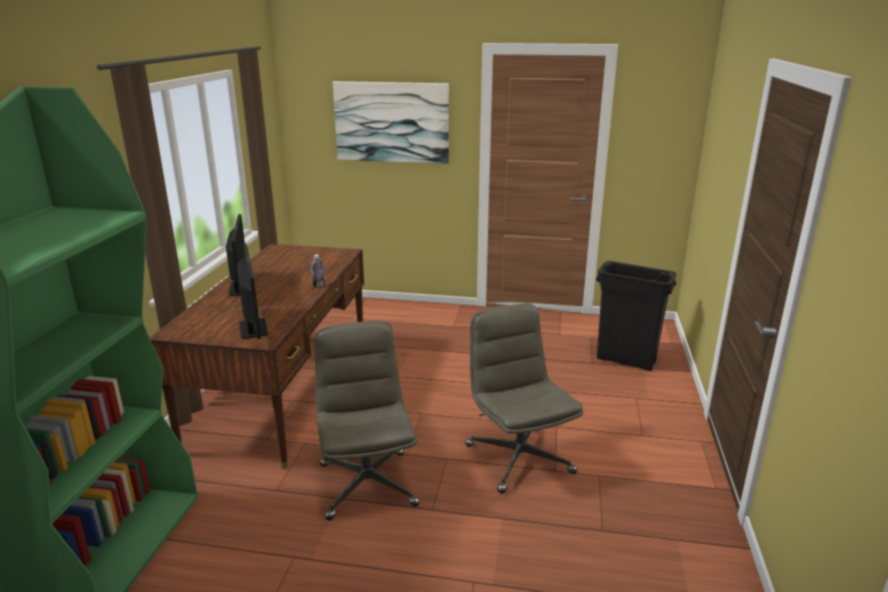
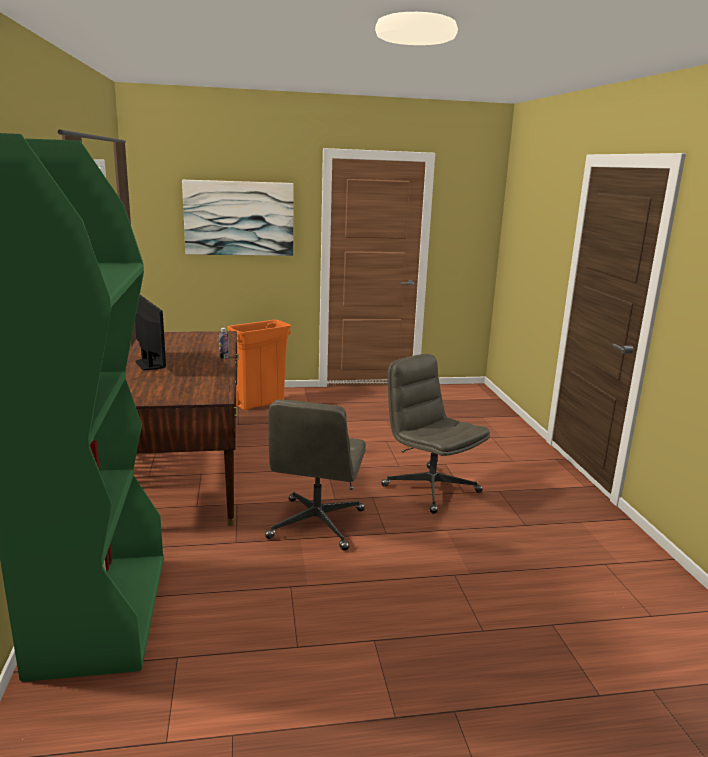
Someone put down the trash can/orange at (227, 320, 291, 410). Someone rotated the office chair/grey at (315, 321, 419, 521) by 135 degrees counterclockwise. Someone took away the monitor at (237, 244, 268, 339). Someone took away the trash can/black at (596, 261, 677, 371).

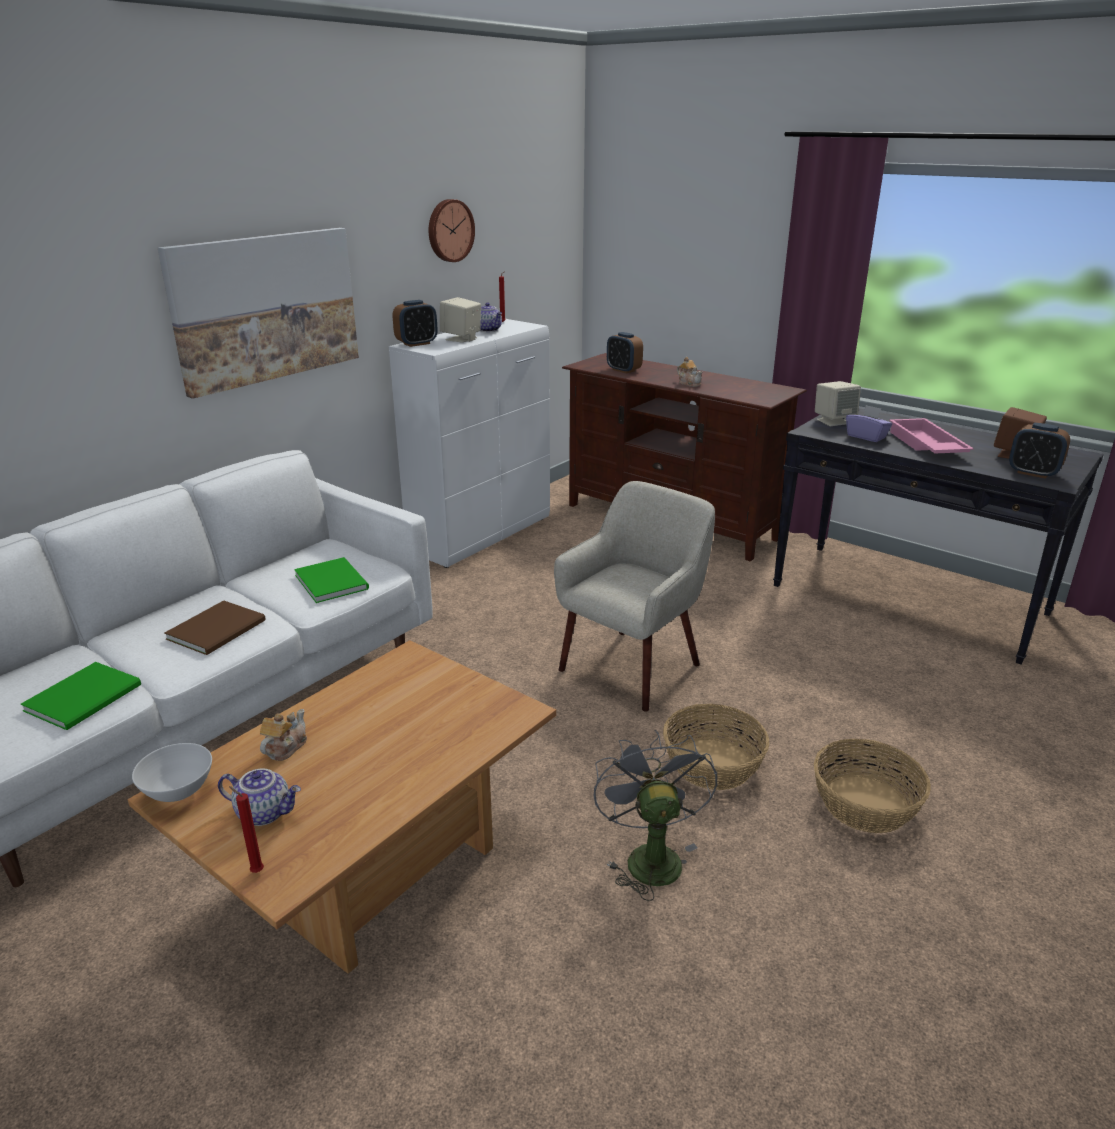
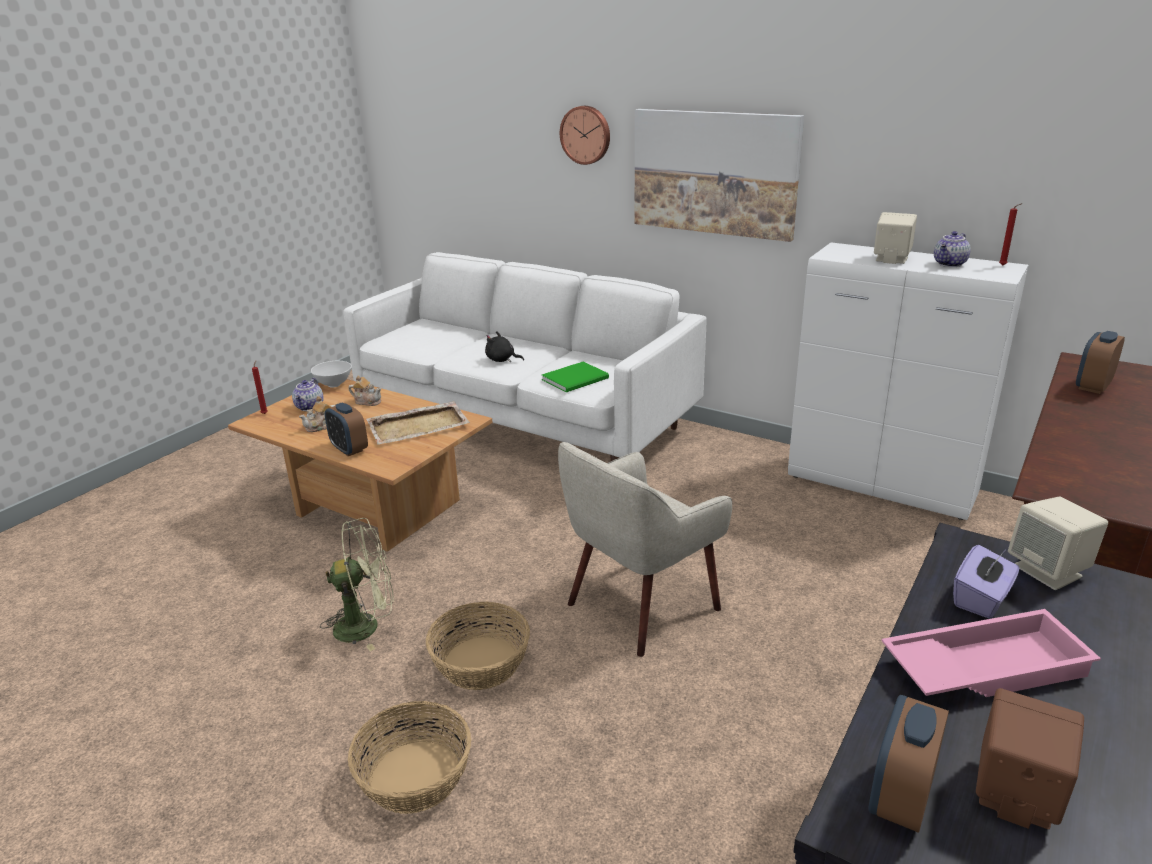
Someone carried the teapot from (677, 357, 703, 387) to (299, 396, 335, 432). Someone repainted the fan/grey at (593, 730, 717, 901), which became the fan/green at (320, 518, 394, 651). Someone carried the alarm clock from (393, 300, 438, 347) to (325, 403, 368, 456). Someone put down the tray/beige at (366, 401, 470, 445). Someone swapped the book/brown at (165, 600, 266, 655) for the plush toy/black at (485, 331, 524, 362). Someone rotated the armchair/beige at (554, 481, 715, 712) by 105 degrees clockwise. Someone carried the wall clock from (429, 199, 475, 262) to (560, 106, 610, 165). Someone took away the book/green at (21, 662, 141, 730).

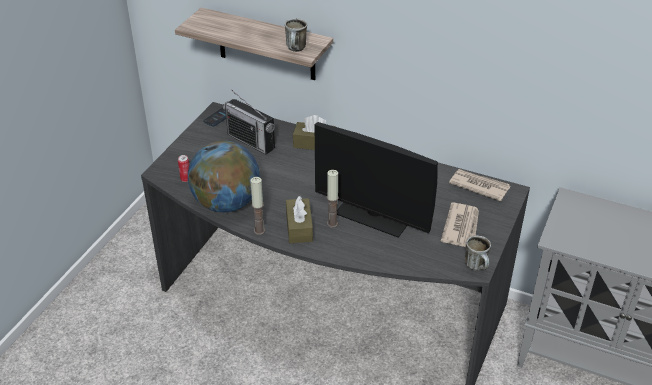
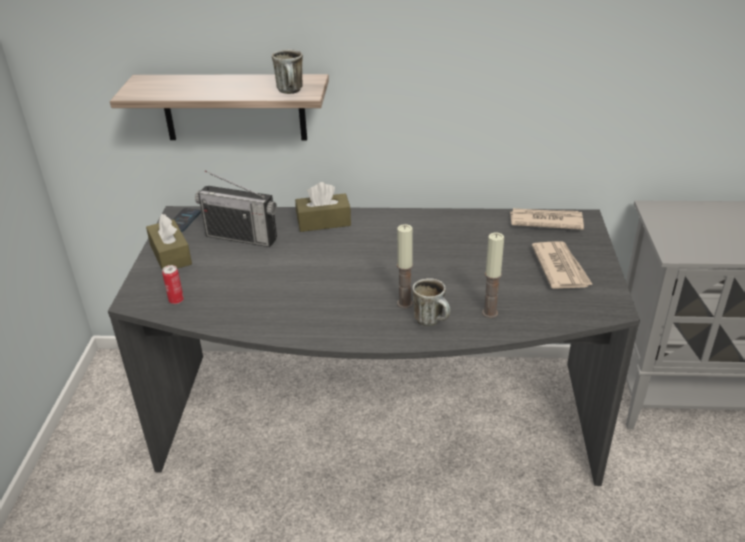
Someone carried the tissue box/brown from (286, 196, 313, 243) to (146, 214, 192, 269). Someone carried the mug from (465, 235, 491, 271) to (413, 278, 450, 326). Someone carried the candle from (250, 177, 265, 235) to (482, 232, 504, 318). Someone took away the globe at (188, 140, 260, 212). Someone took away the monitor at (315, 122, 438, 238).

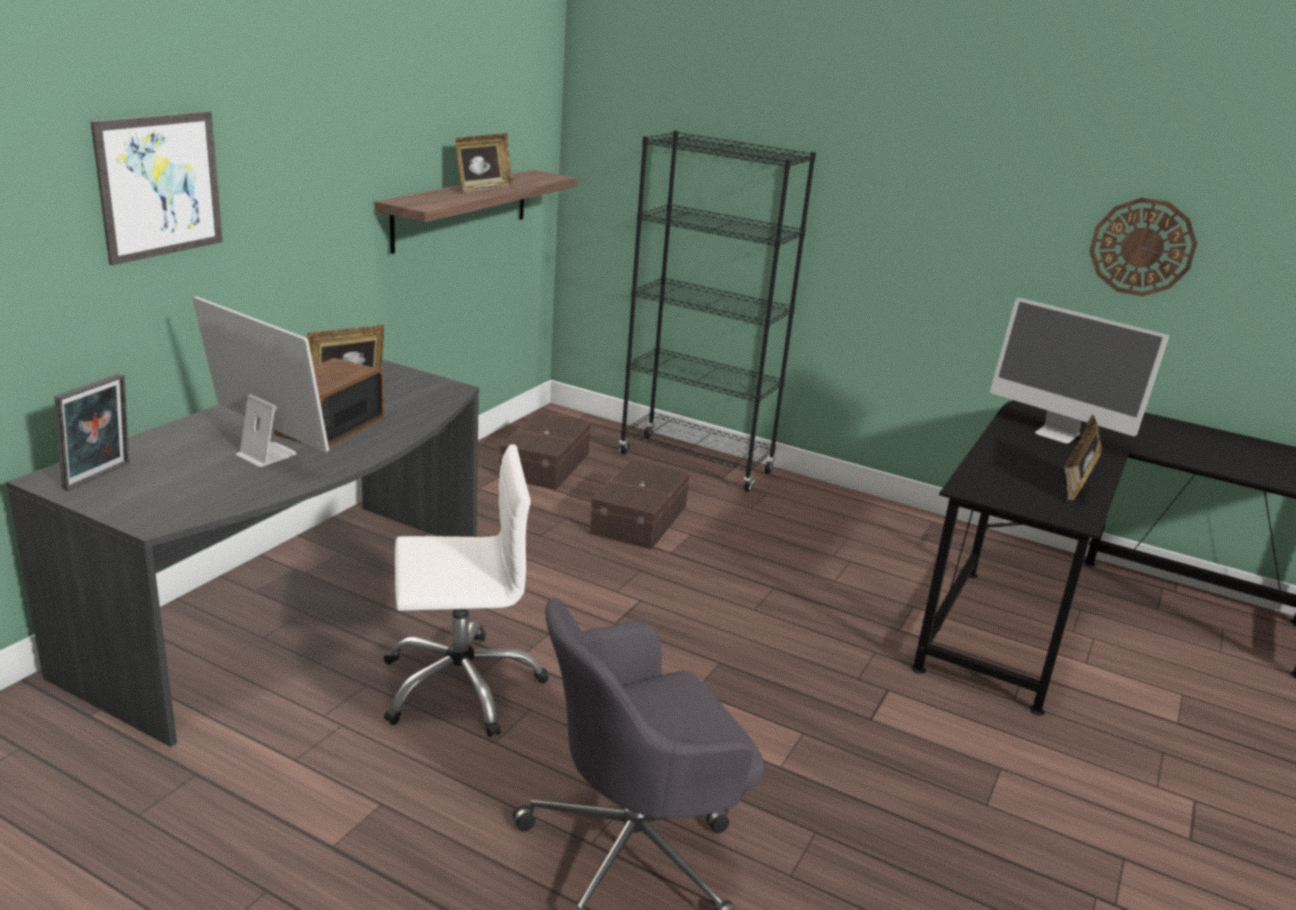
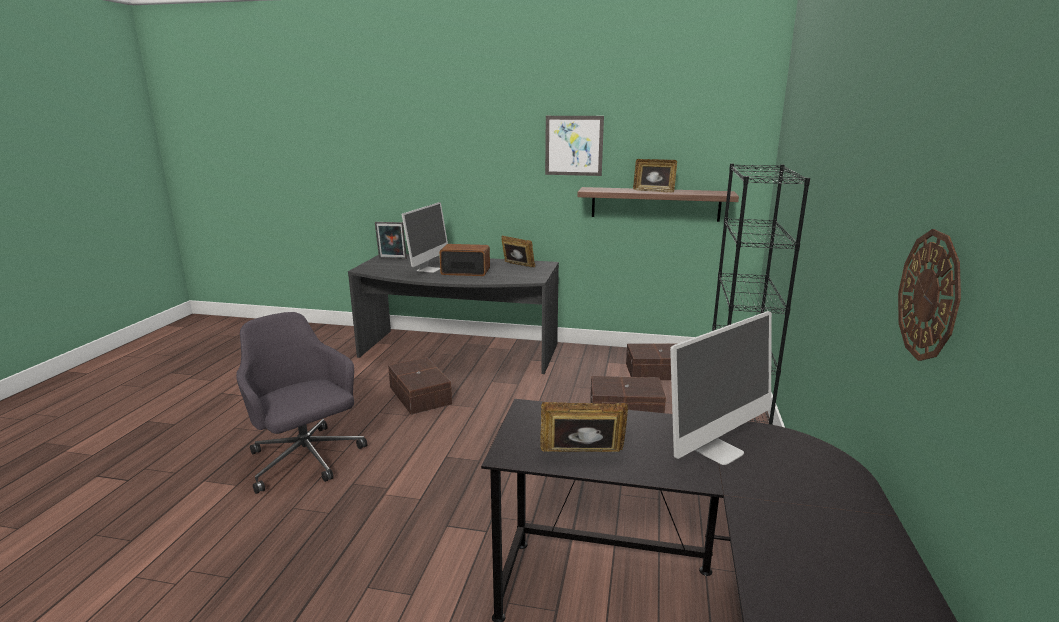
Someone swapped the office chair/white at (384, 444, 549, 737) for the storage box/brown at (388, 357, 452, 415). Someone carried the picture from (90, 111, 223, 265) to (545, 116, 604, 176). Someone rotated the monitor at (990, 298, 1169, 443) by 150 degrees counterclockwise.

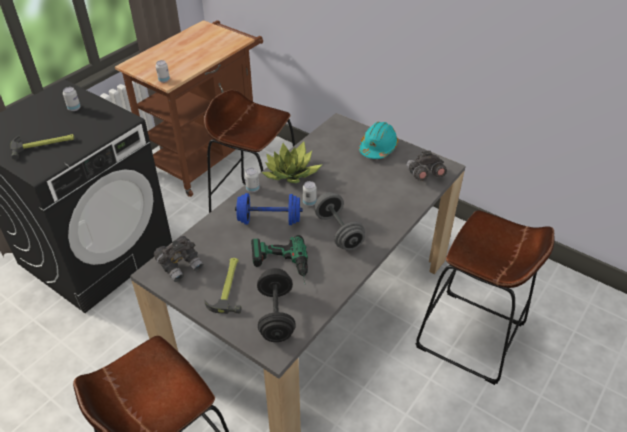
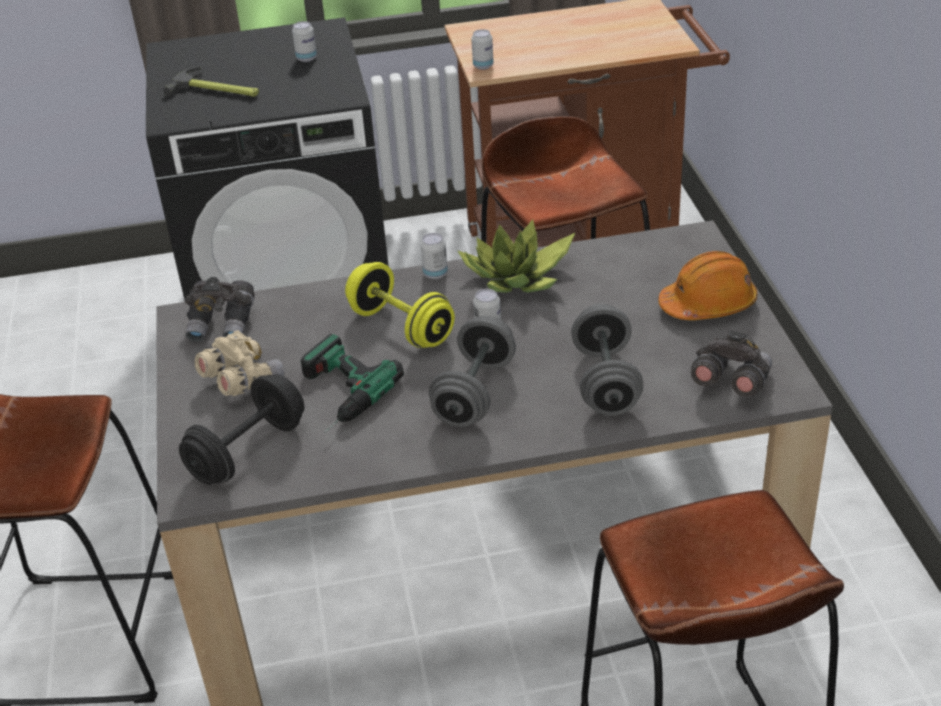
Someone swapped the hammer at (204, 258, 241, 314) for the binoculars/beige at (195, 330, 284, 396). Someone repainted the dumbbell/blue at (235, 193, 303, 225), which became the dumbbell/yellow at (345, 262, 455, 348). Someone put down the dumbbell/grey at (571, 304, 644, 416). Someone repainted the hard hat/turquoise at (359, 122, 398, 159), which became the hard hat/orange at (658, 251, 757, 320).

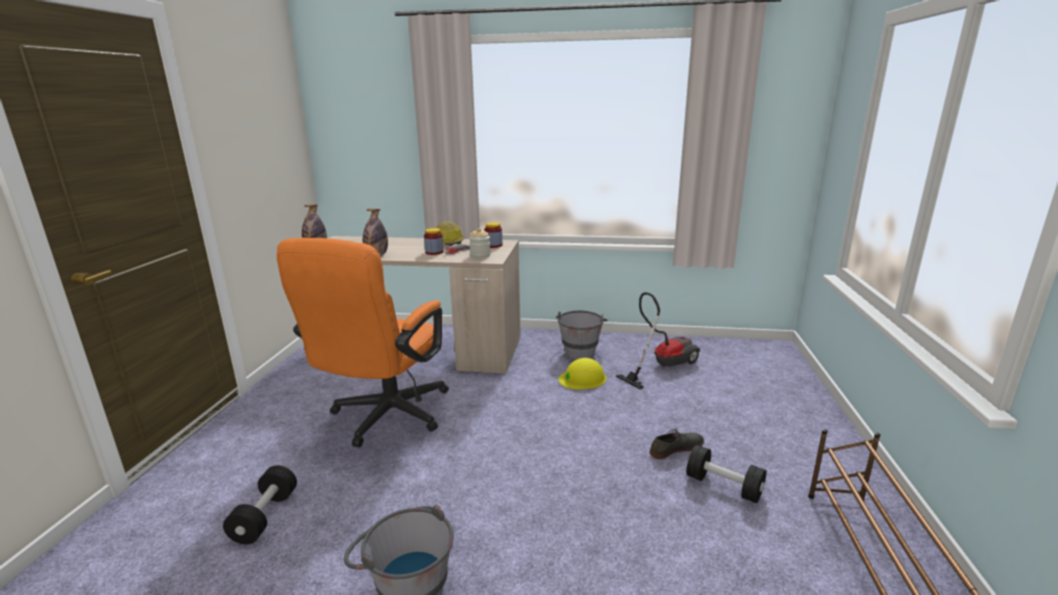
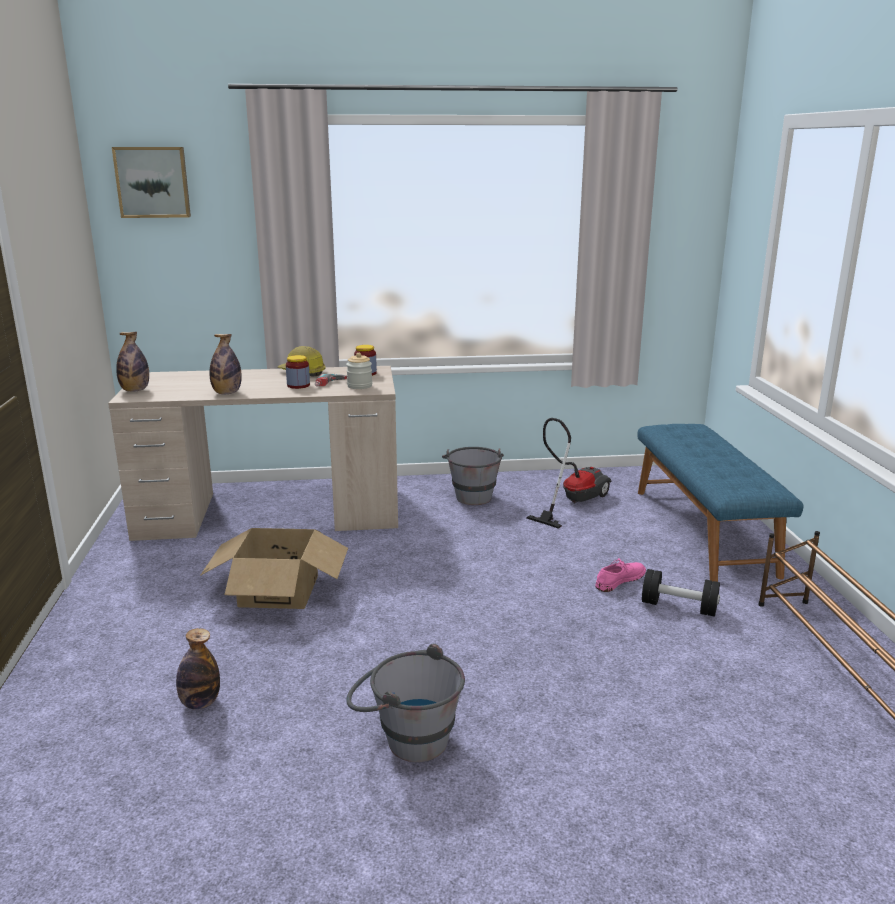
Someone put up the picture at (112, 147, 191, 218). Someone swapped the dumbbell/black at (223, 465, 297, 544) for the bottle at (176, 628, 220, 710). Someone swapped the office chair/orange at (277, 238, 449, 447) for the cardboard box at (200, 528, 348, 609). Someone repainted the shoe/grey at (650, 428, 704, 459), which became the shoe/pink at (595, 558, 646, 592). Someone put down the bench/blue at (638, 424, 803, 582). Someone took away the hard hat/yellow at (558, 358, 606, 390).

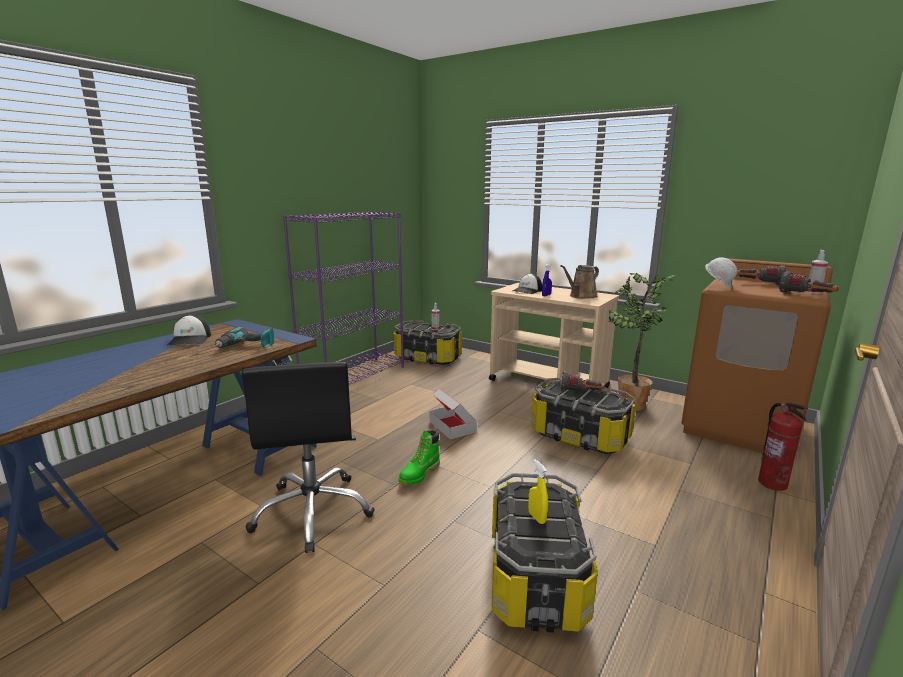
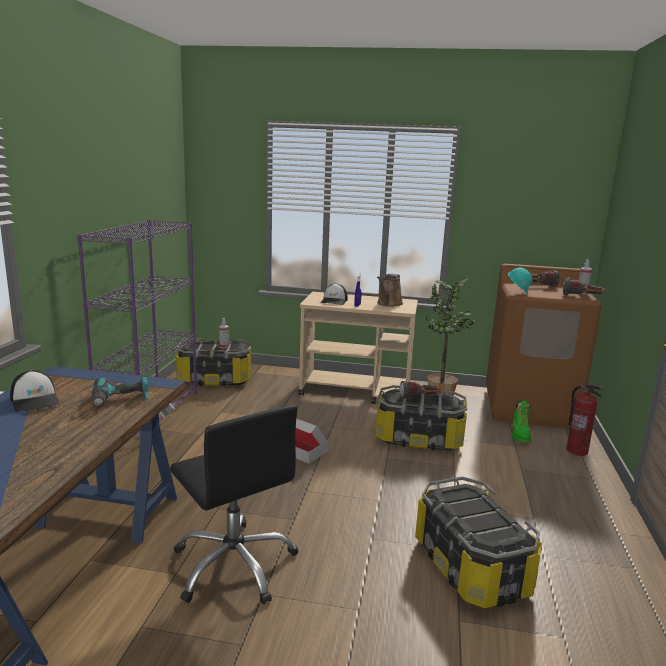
Someone repainted the hard hat/white at (705, 257, 737, 290), which became the hard hat/turquoise at (508, 268, 532, 295). Someone carried the boot/green from (398, 430, 440, 484) to (512, 400, 531, 443). Someone took away the spray bottle/yellow at (528, 459, 548, 524).

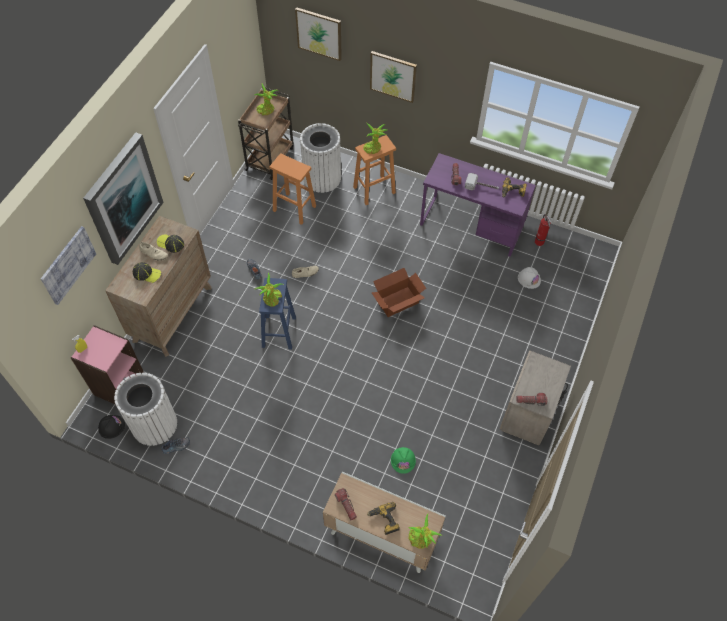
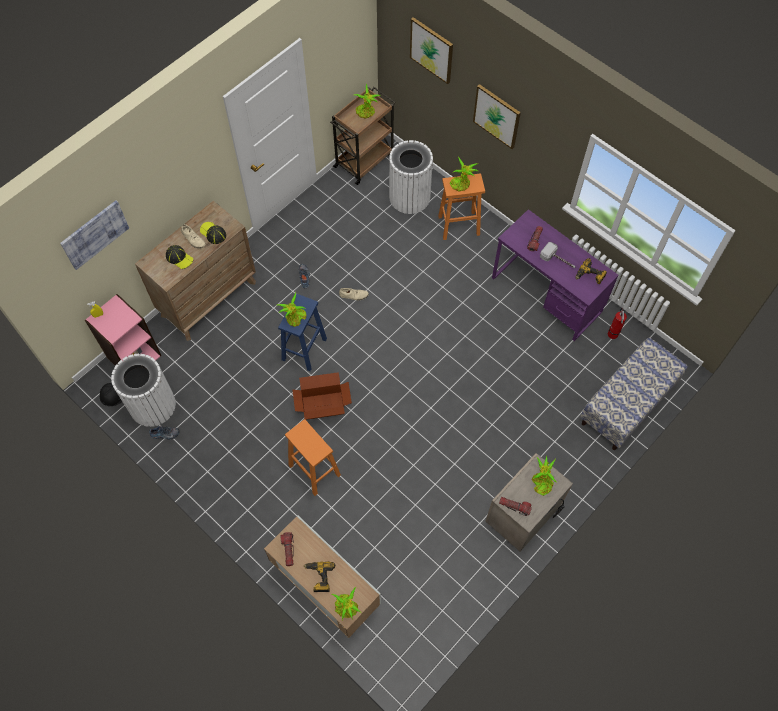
Someone carried the stool/orange from (270, 153, 316, 225) to (285, 419, 341, 496). Someone carried the cardboard box from (371, 268, 426, 317) to (293, 372, 352, 420). Someone put down the potted plant at (532, 455, 557, 496). Someone put down the bench at (580, 337, 688, 450). Someone took away the picture at (83, 132, 164, 265). Someone took away the hard hat/green at (391, 447, 416, 474). Someone took away the hard hat/white at (518, 267, 541, 289).

